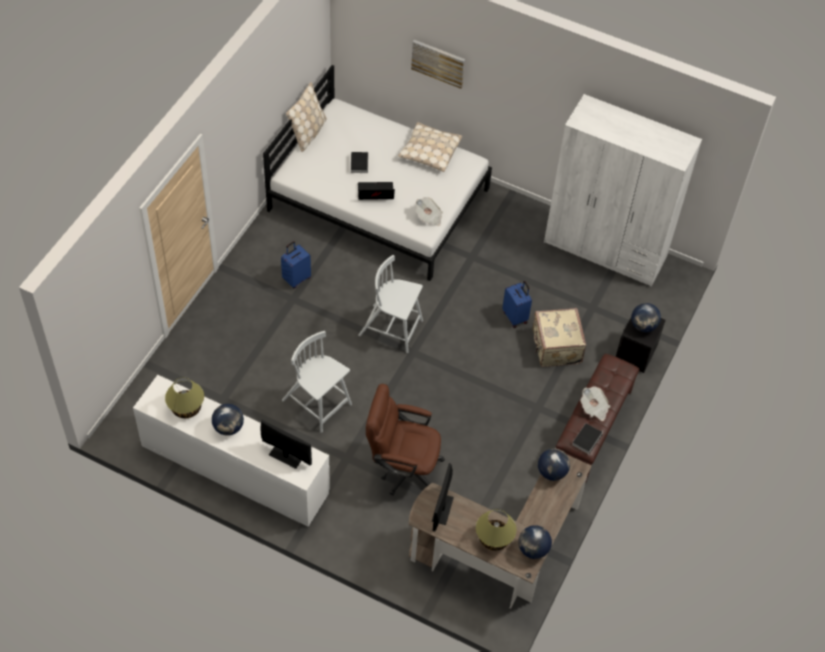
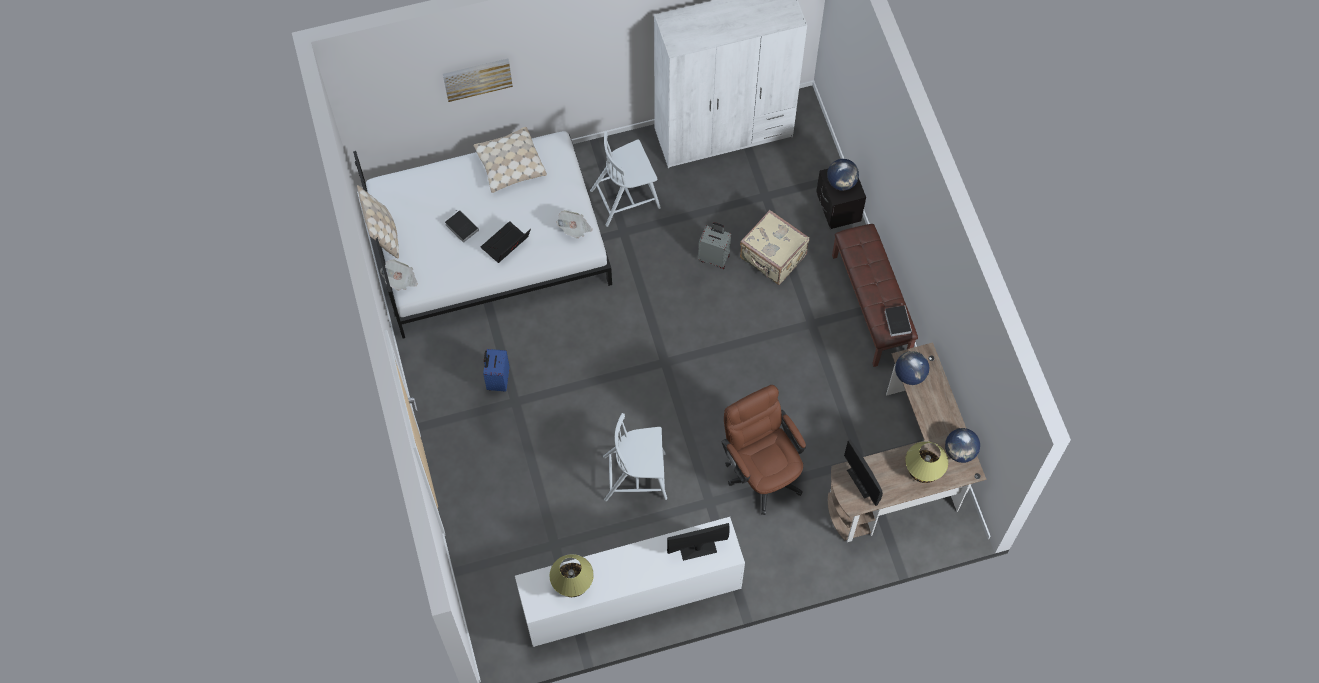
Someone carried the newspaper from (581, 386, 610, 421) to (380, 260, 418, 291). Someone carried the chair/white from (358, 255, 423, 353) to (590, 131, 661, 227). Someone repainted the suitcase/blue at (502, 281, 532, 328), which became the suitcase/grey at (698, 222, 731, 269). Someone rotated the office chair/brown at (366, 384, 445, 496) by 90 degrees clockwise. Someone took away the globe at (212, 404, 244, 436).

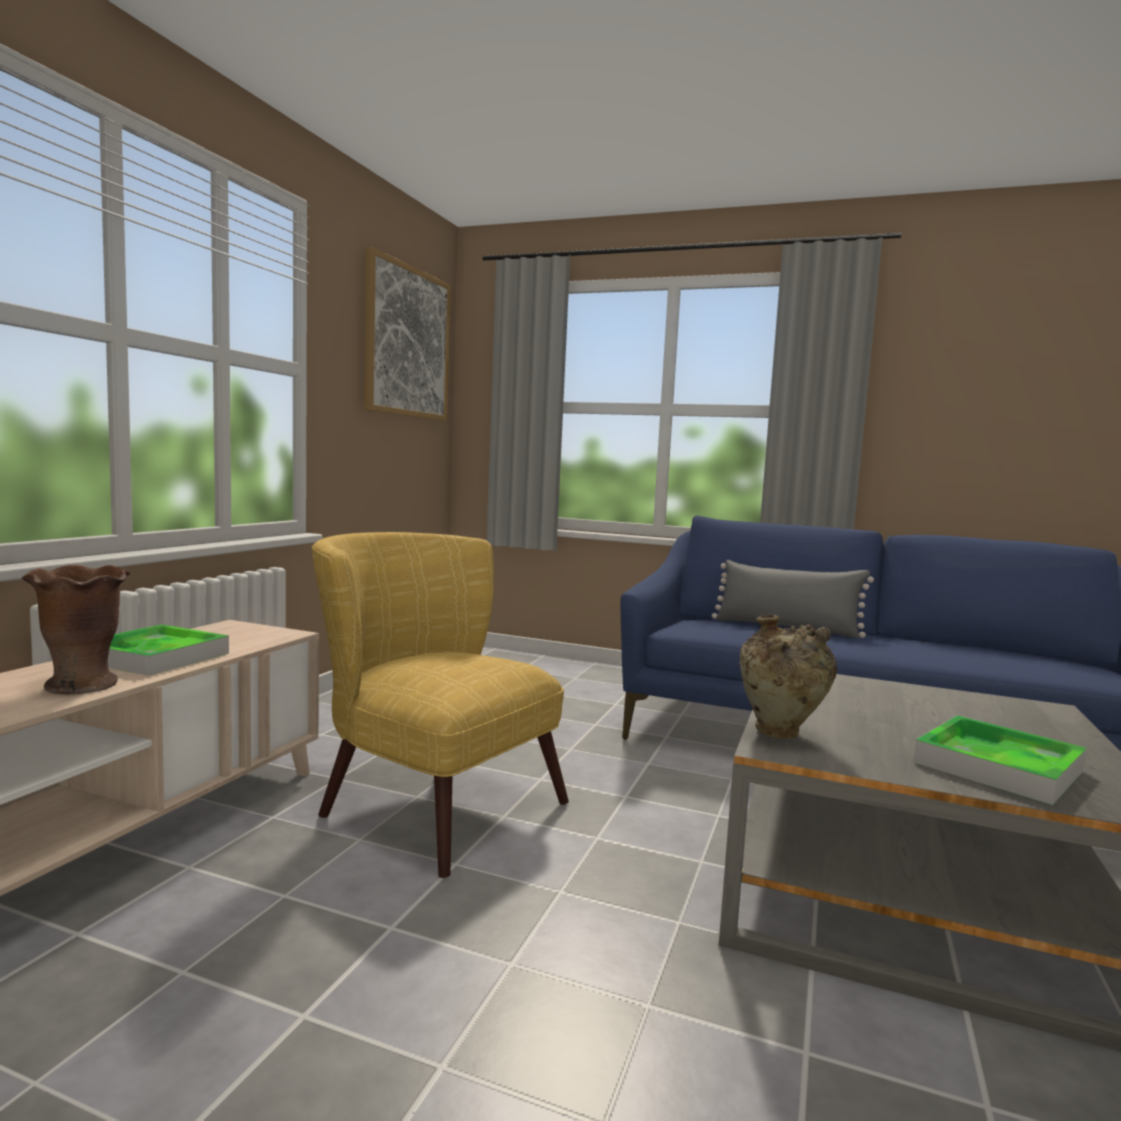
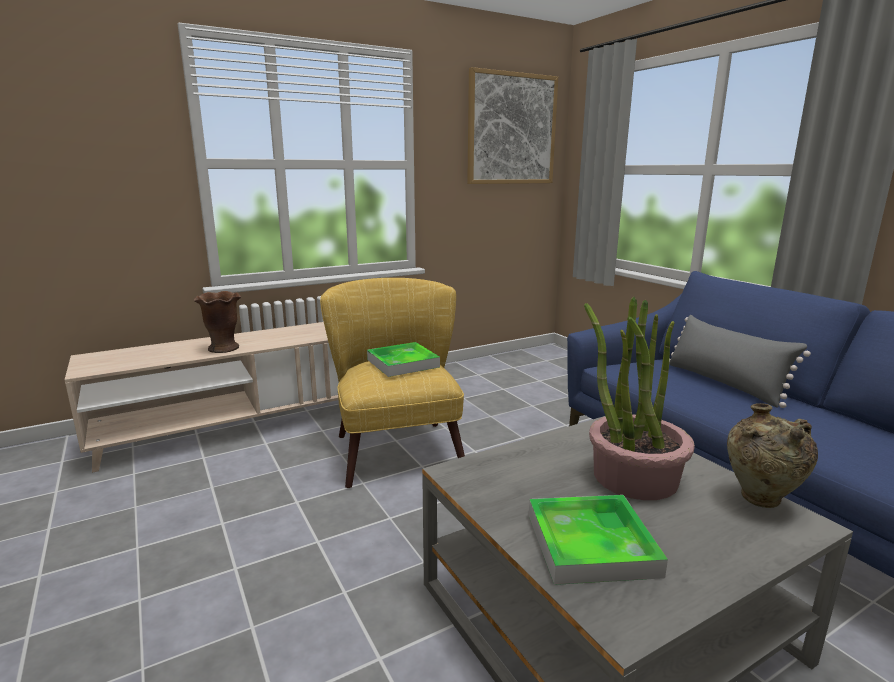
Someone carried the tray from (108, 624, 229, 676) to (367, 342, 440, 377). Someone put down the potted plant at (584, 297, 695, 500). Someone carried the vase/beige from (740, 615, 837, 739) to (727, 403, 818, 508).

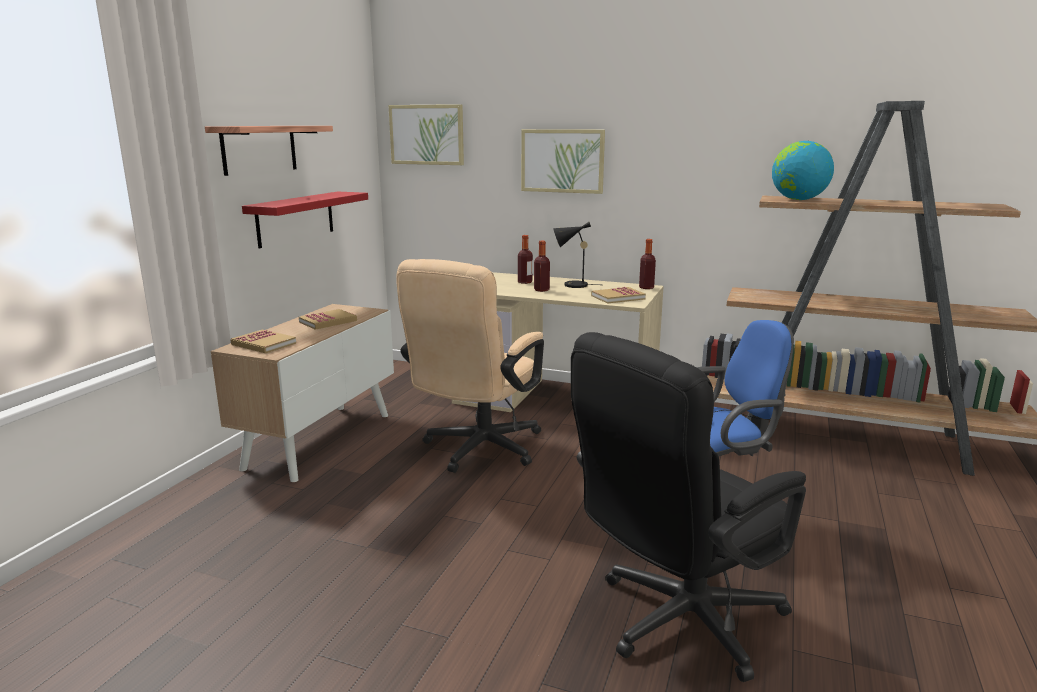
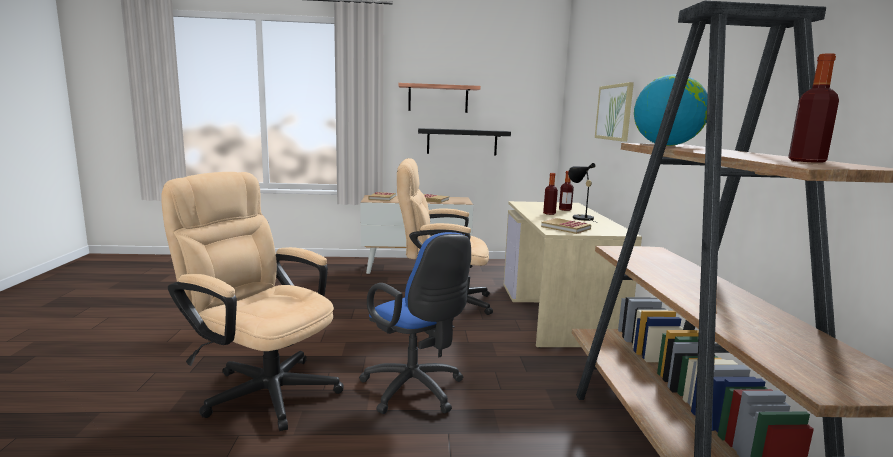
Someone repainted the office chair/black at (571, 332, 806, 682), which became the office chair/beige at (161, 172, 344, 431). Someone repainted the shelf/red at (242, 192, 368, 249), which became the shelf/black at (418, 128, 511, 156). Someone carried the bottle from (639, 239, 656, 289) to (788, 53, 839, 163). Someone took away the picture at (388, 104, 464, 165).

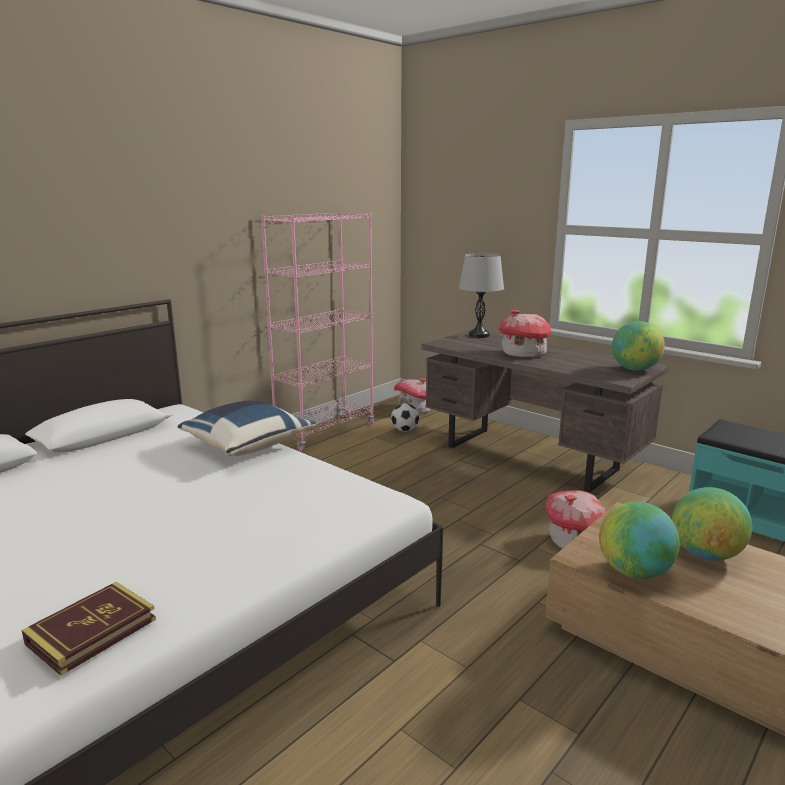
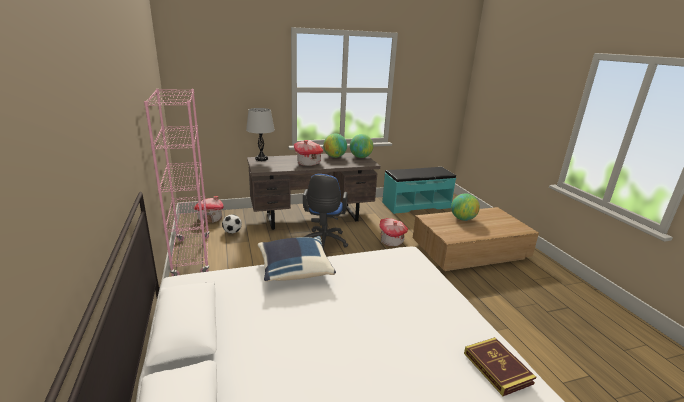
Someone put down the office chair/blue at (303, 174, 348, 250). Someone carried the globe from (599, 502, 680, 579) to (323, 134, 347, 158).

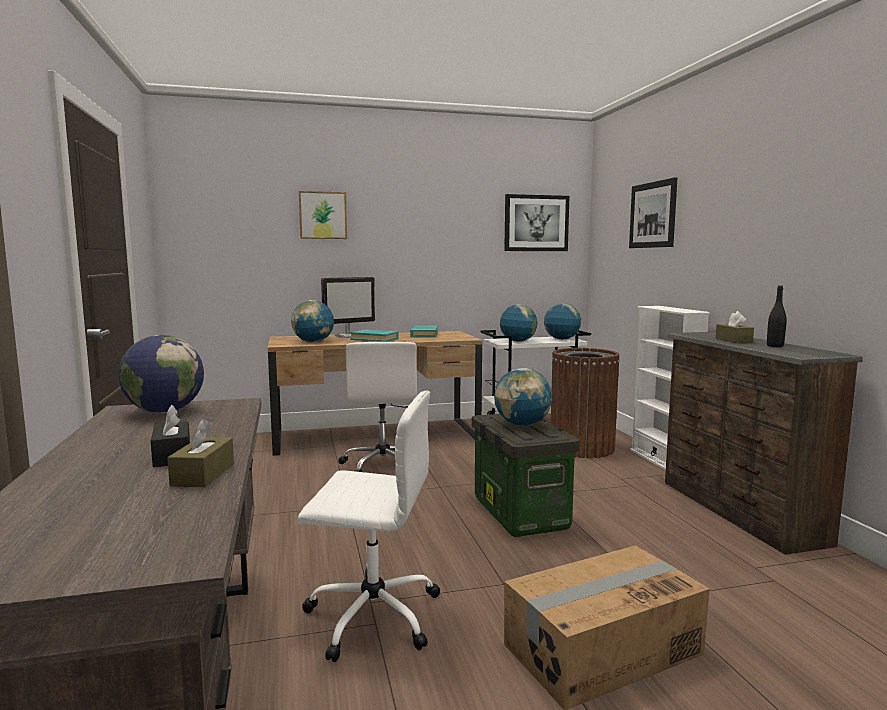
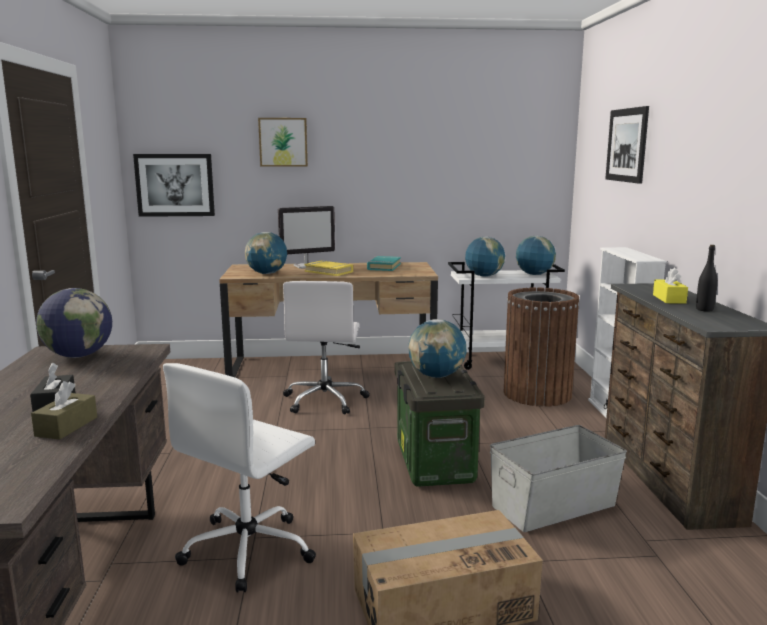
Someone carried the picture from (504, 194, 570, 251) to (133, 154, 215, 217). Someone rotated the office chair/white at (297, 391, 440, 662) by 105 degrees clockwise. Someone repainted the book/turquoise at (350, 329, 398, 342), which became the book/yellow at (305, 261, 353, 276). Someone put down the storage box/grey at (490, 425, 627, 532). Someone repainted the tissue box/brown at (716, 311, 754, 343), which became the tissue box/yellow at (653, 268, 688, 304).

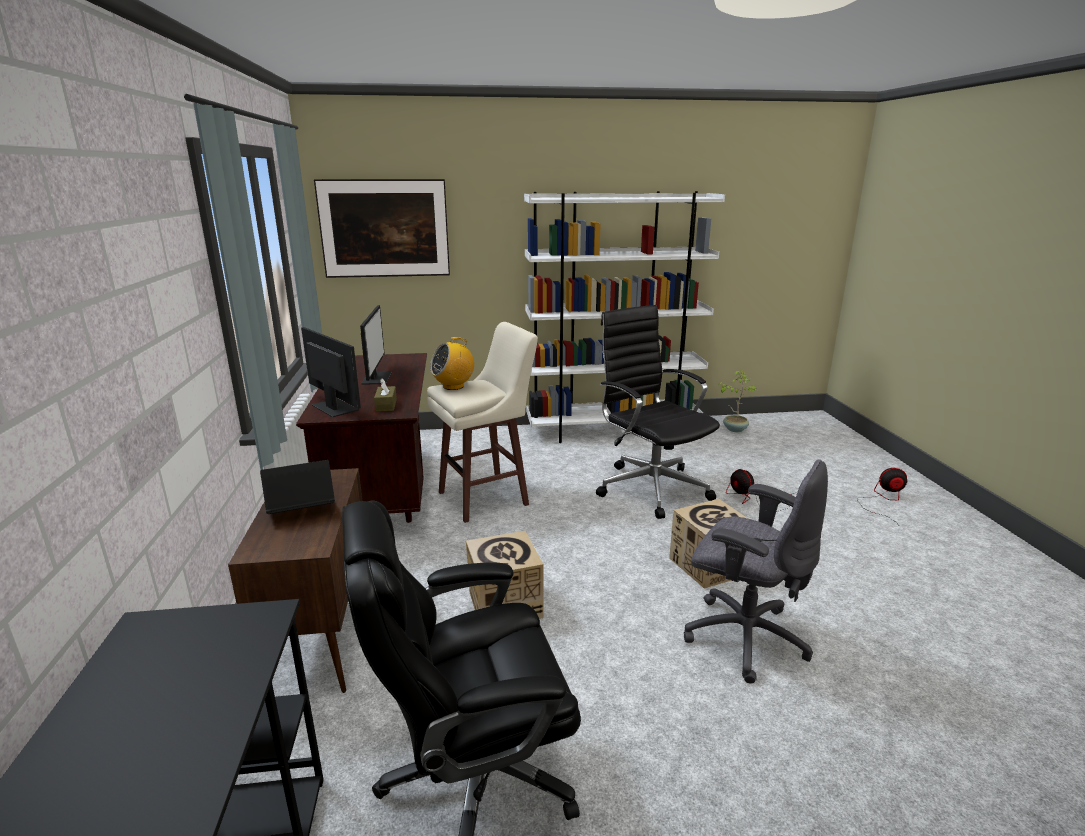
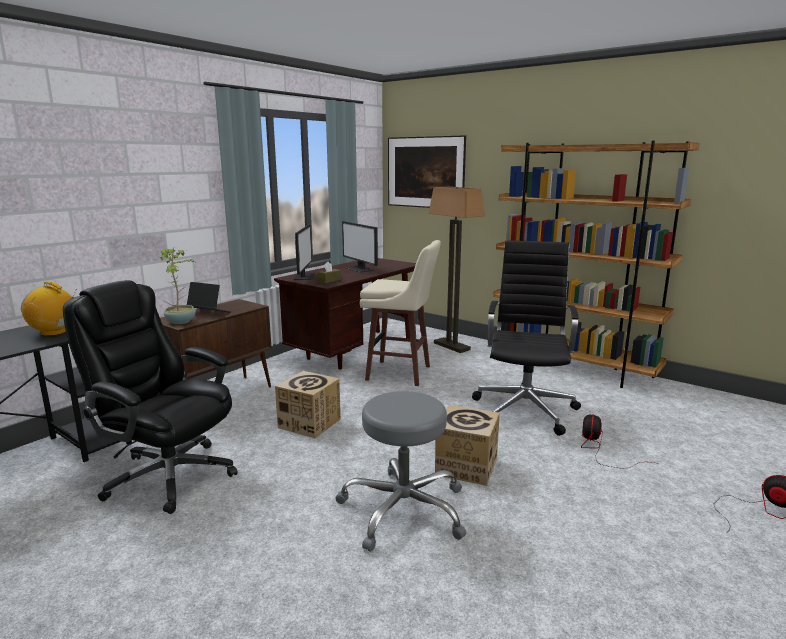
Someone carried the radio from (430, 337, 474, 390) to (21, 281, 77, 336). Someone carried the potted plant from (718, 370, 757, 432) to (161, 247, 196, 324). Someone swapped the office chair/grey at (684, 459, 828, 684) for the stool/grey at (335, 391, 466, 552). Someone rotated the monitor at (360, 305, 392, 385) by 105 degrees clockwise. Someone put down the floor lamp at (428, 187, 485, 353). Someone repainted the bookcase/white at (524, 191, 725, 443), which became the bookcase/brown at (493, 140, 700, 388).

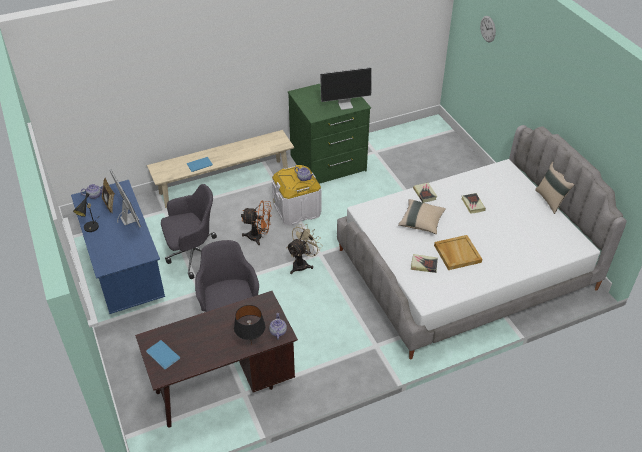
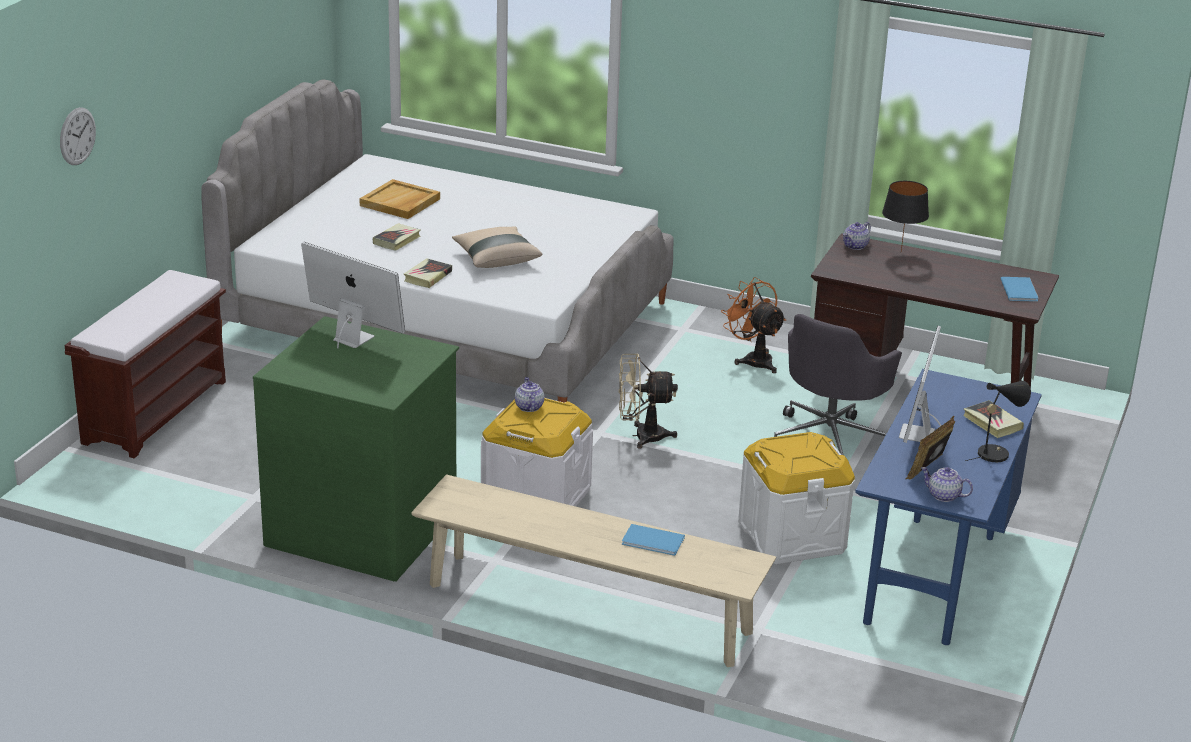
Someone put down the bench/brown at (65, 270, 226, 458). Someone carried the tray/beige from (434, 235, 482, 270) to (359, 179, 440, 219). Someone carried the fan/orange from (241, 201, 272, 245) to (721, 277, 786, 373). Someone swapped the office chair/grey at (161, 184, 217, 279) for the storage box/white at (738, 432, 855, 564). Someone carried the book from (411, 254, 438, 273) to (964, 400, 1024, 438). Someone took away the pillow/beige at (535, 162, 575, 214).

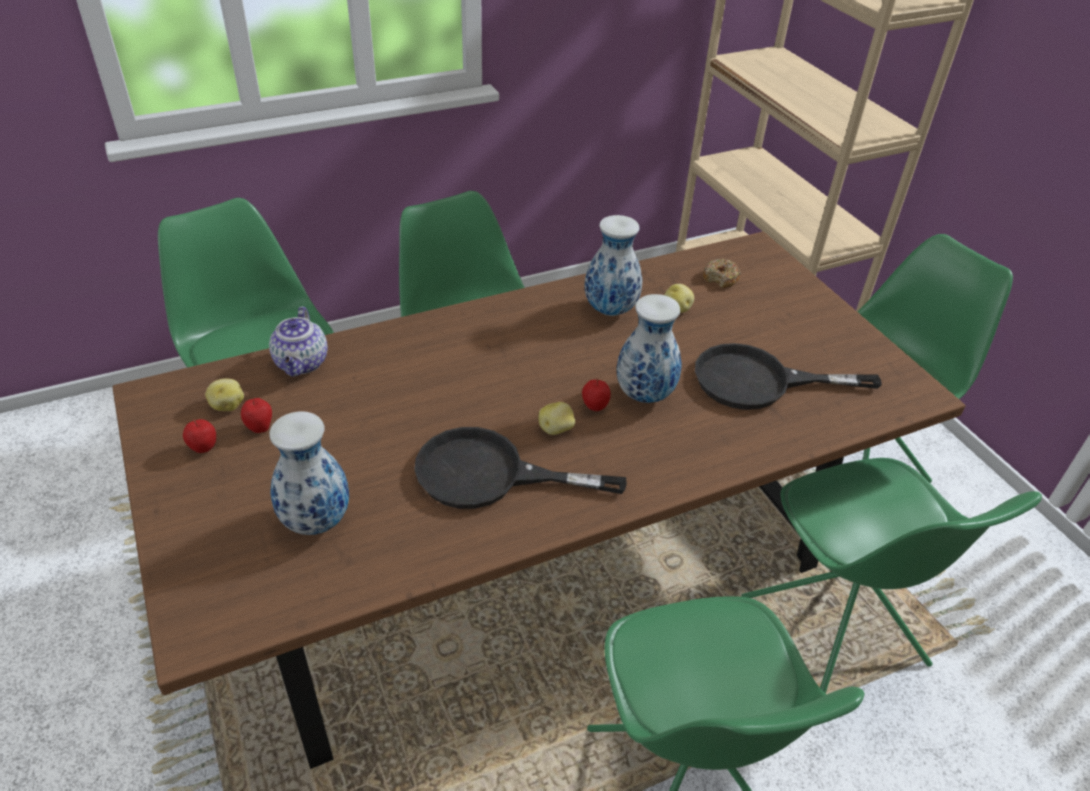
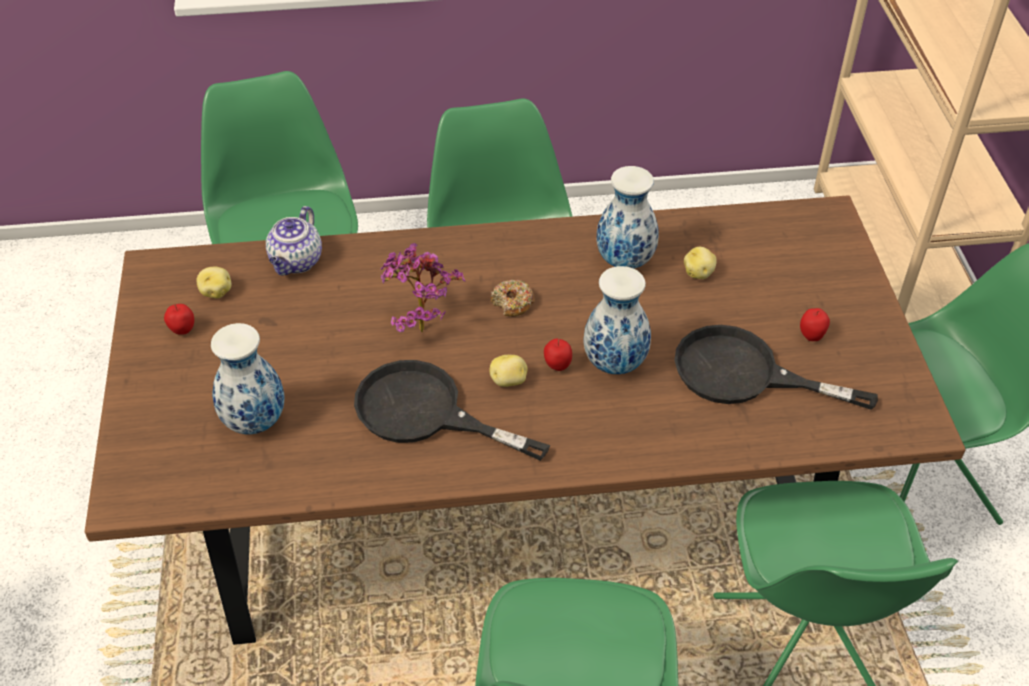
Someone put down the potted plant at (381, 243, 466, 333). Someone carried the donut from (703, 258, 741, 288) to (491, 280, 535, 317). Someone carried the apple from (241, 398, 272, 433) to (800, 308, 830, 341).

